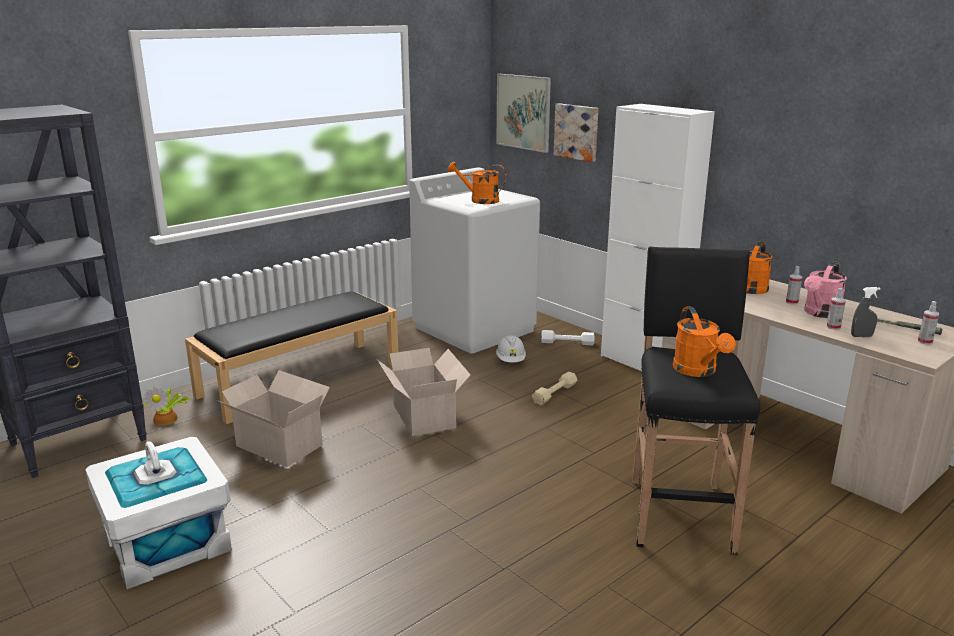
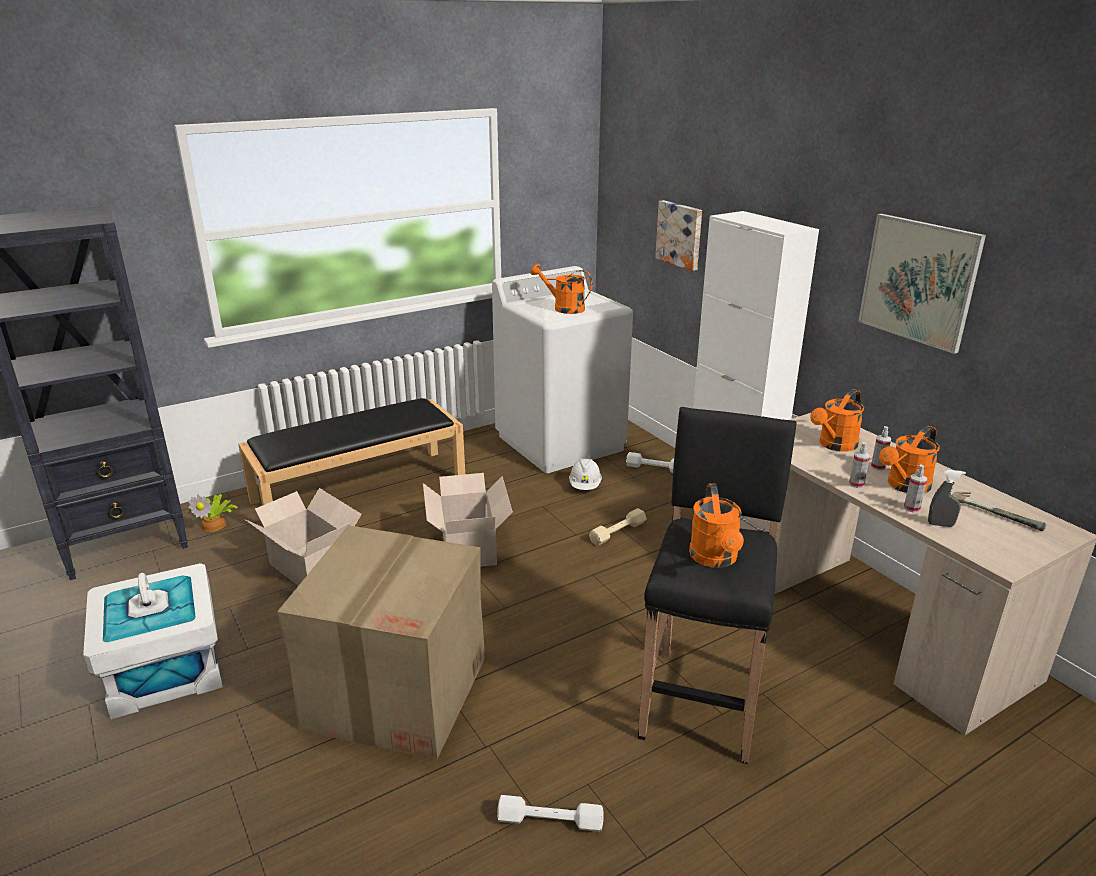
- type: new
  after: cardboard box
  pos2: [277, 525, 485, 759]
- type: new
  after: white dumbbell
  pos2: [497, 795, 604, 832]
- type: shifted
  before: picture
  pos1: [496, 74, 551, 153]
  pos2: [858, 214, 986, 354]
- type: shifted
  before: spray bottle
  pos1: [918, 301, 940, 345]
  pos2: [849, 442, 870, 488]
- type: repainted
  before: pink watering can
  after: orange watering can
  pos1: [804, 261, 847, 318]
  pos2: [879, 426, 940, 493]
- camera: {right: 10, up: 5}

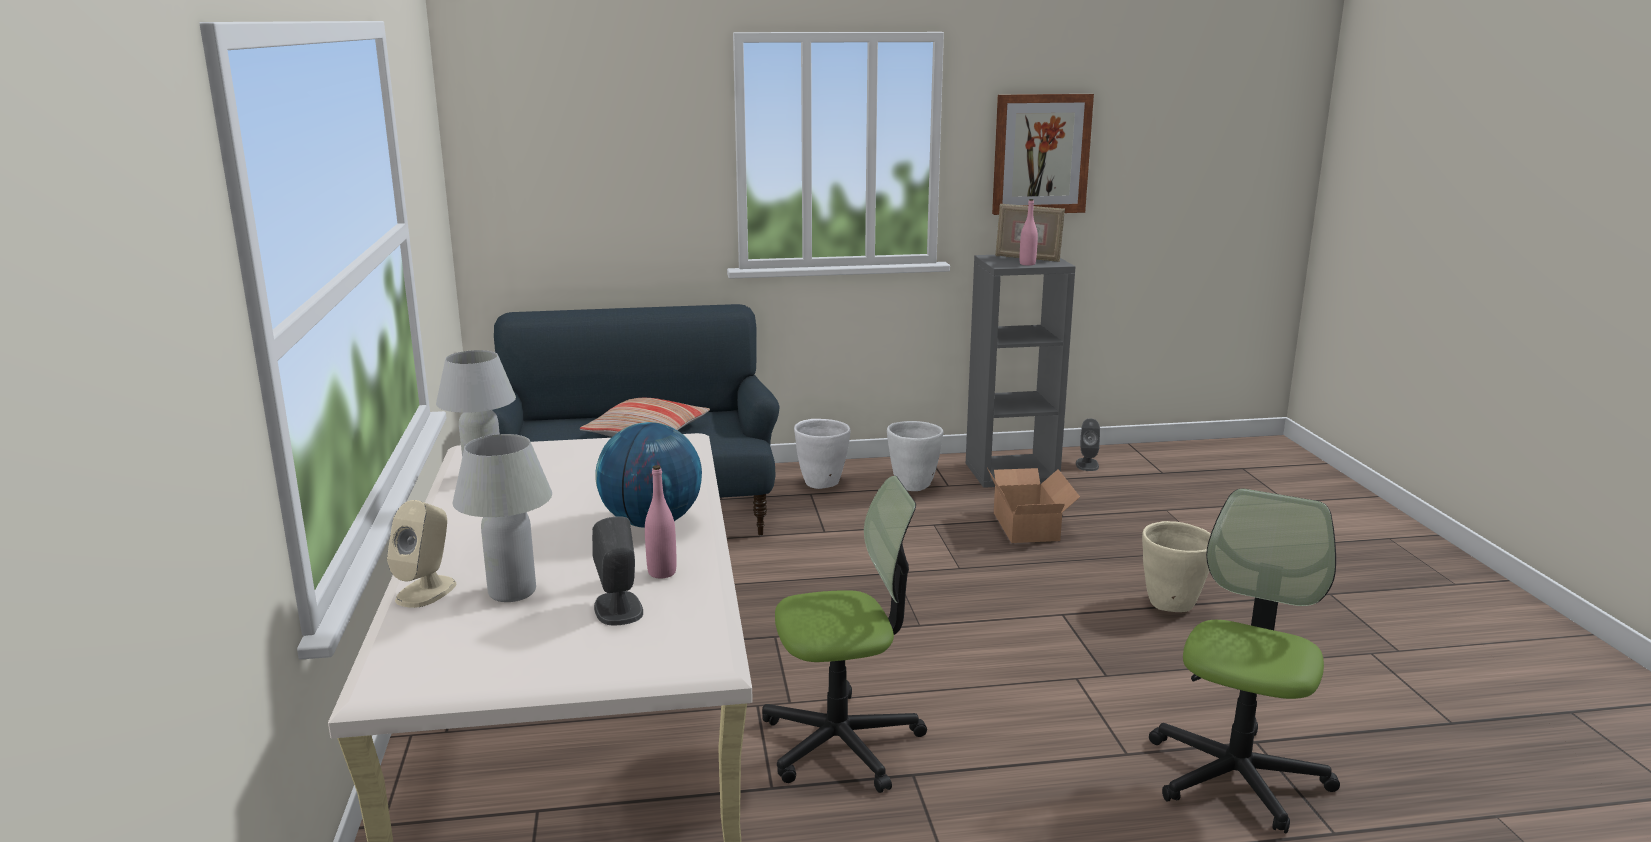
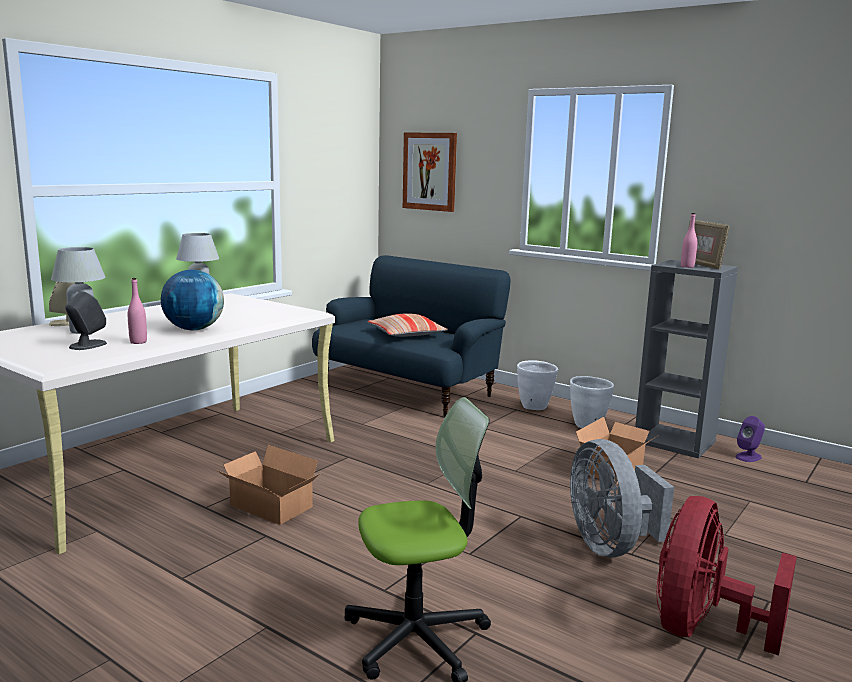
- type: new
  after: red fan
  pos2: [656, 496, 797, 656]
- type: shifted
  before: picture
  pos1: [992, 94, 1094, 215]
  pos2: [403, 133, 457, 212]
- type: swapped
  before: office chair
  after: cardboard box
  pos1: [762, 476, 927, 793]
  pos2: [218, 445, 319, 525]
- type: swapped
  before: beige planter
  after: grey fan
  pos1: [1142, 521, 1211, 612]
  pos2: [570, 439, 674, 558]
- type: repainted
  before: grey speaker
  after: purple speaker
  pos1: [1076, 419, 1100, 471]
  pos2: [736, 416, 765, 462]
- camera: {right: 45, up: -5}

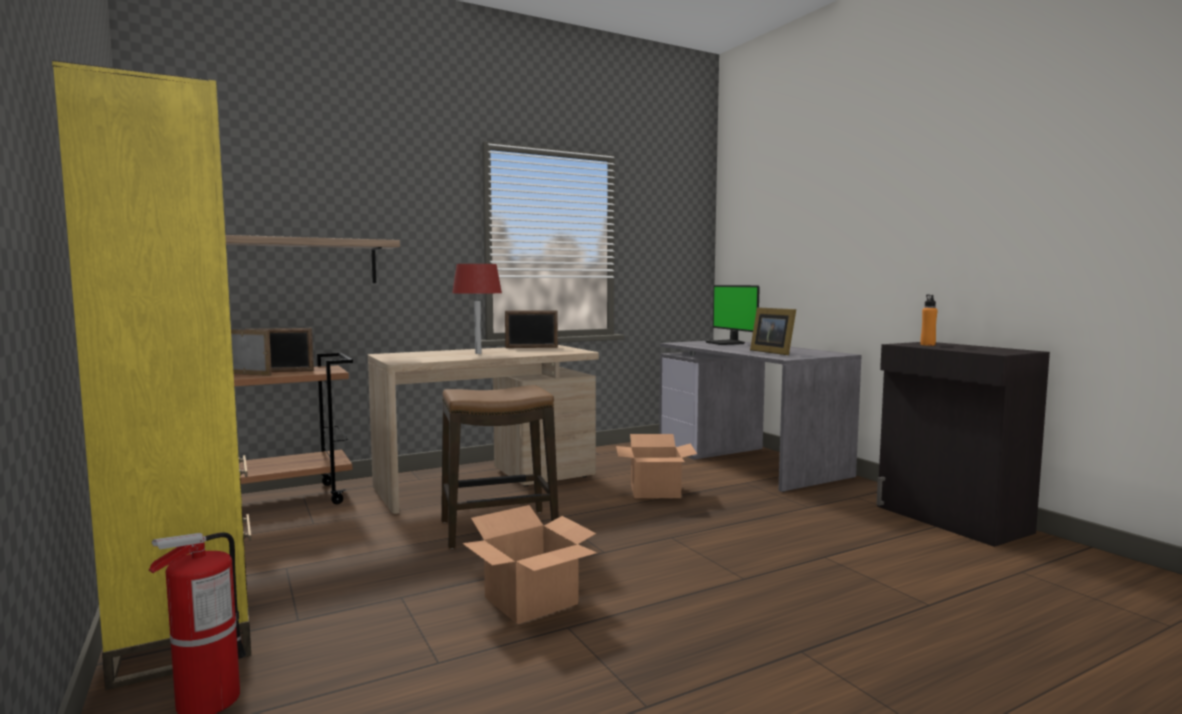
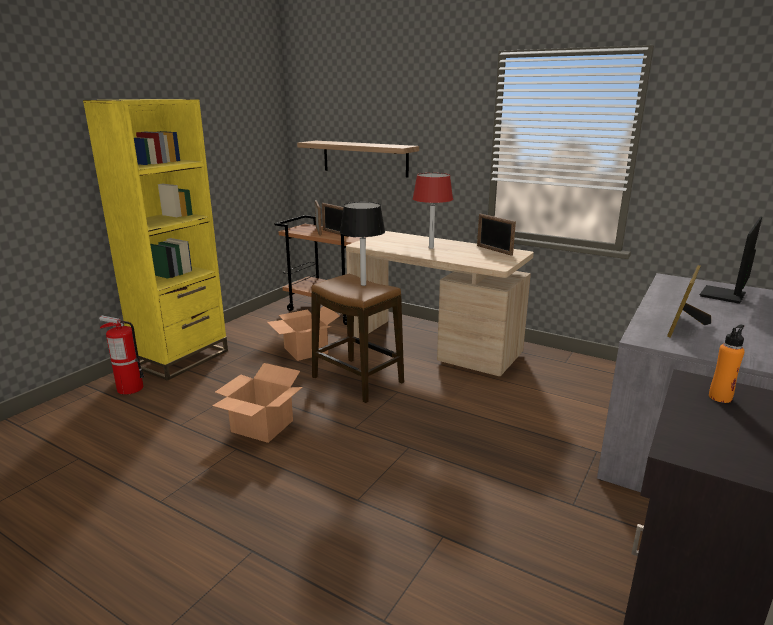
- type: new
  after: black table lamp
  pos2: [340, 202, 385, 286]
- type: shifted
  before: cardboard box
  pos1: [616, 434, 697, 498]
  pos2: [267, 306, 340, 361]
- camera: {right: 60, up: 15}

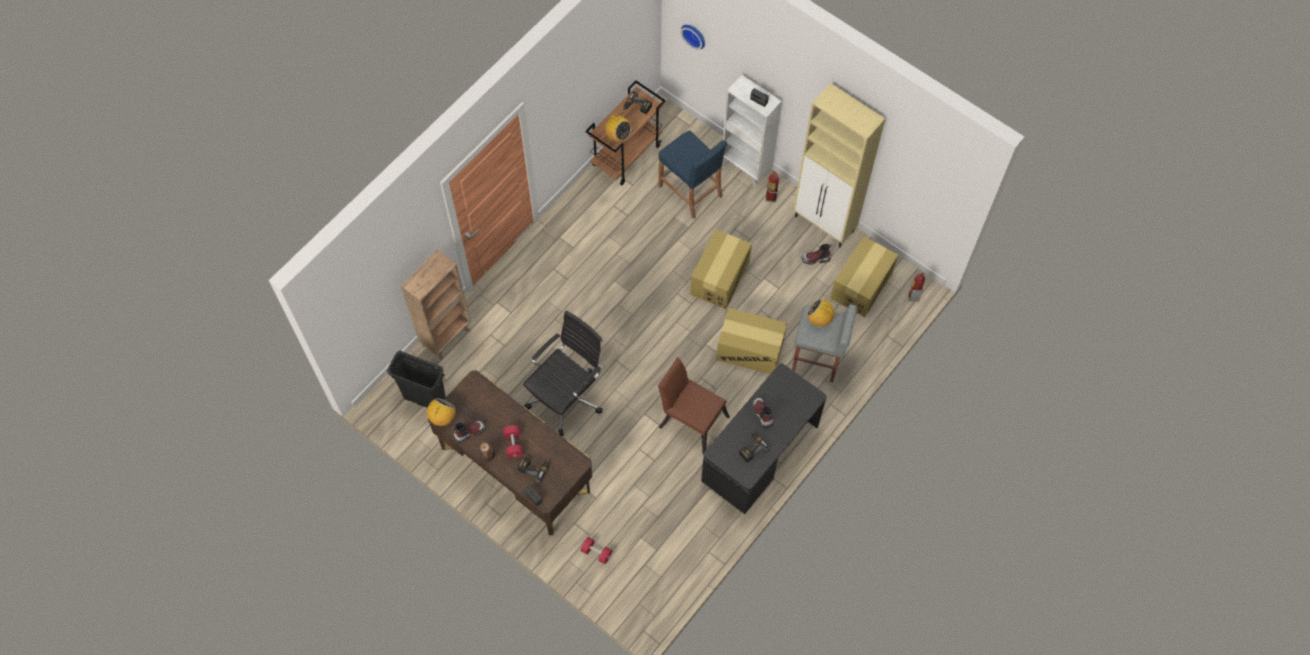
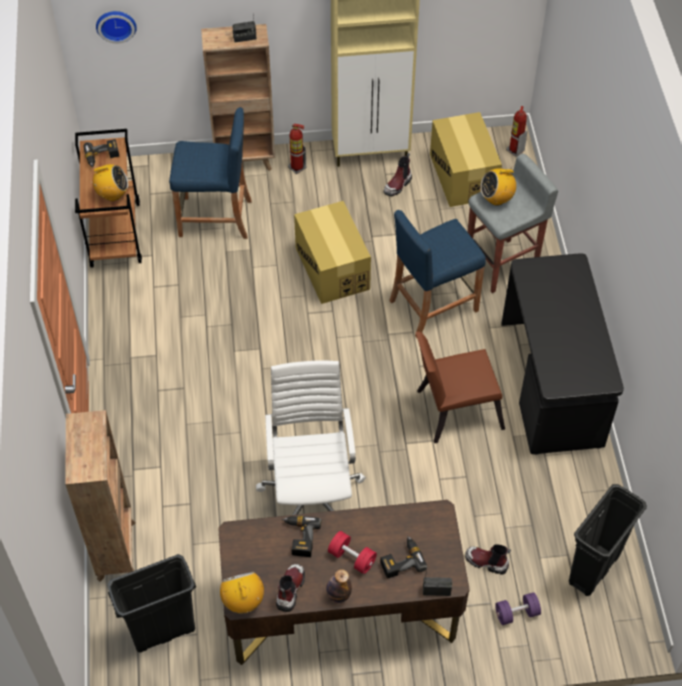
- type: new
  after: black trash can
  pos2: [569, 484, 647, 596]
- type: shifted
  before: power drill
  pos1: [739, 431, 770, 462]
  pos2: [281, 516, 321, 557]
- type: shifted
  before: boot
  pos1: [753, 398, 773, 428]
  pos2: [465, 544, 511, 575]
- type: swapped
  before: cardboard box
  after: blue stool
  pos1: [716, 308, 787, 374]
  pos2: [389, 210, 486, 338]
- type: repainted
  before: black office chair
  after: white office chair
  pos1: [523, 311, 602, 436]
  pos2: [256, 361, 366, 515]
- type: repainted
  before: red dumbbell
  after: purple dumbbell
  pos1: [580, 537, 612, 564]
  pos2: [495, 592, 541, 625]
- type: repainted
  before: white bookcase
  after: brown bookcase
  pos1: [723, 75, 782, 186]
  pos2: [201, 24, 275, 171]
- camera: {right: -45, up: -10}

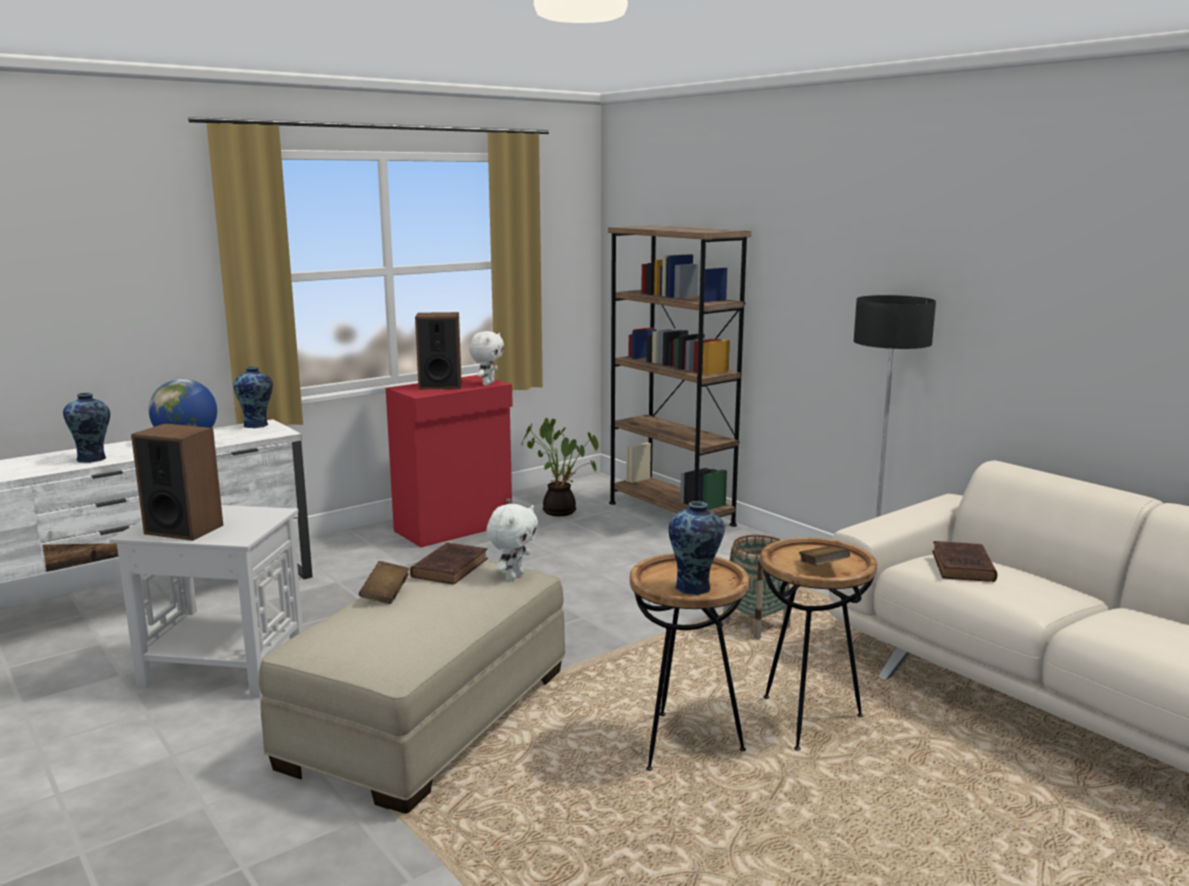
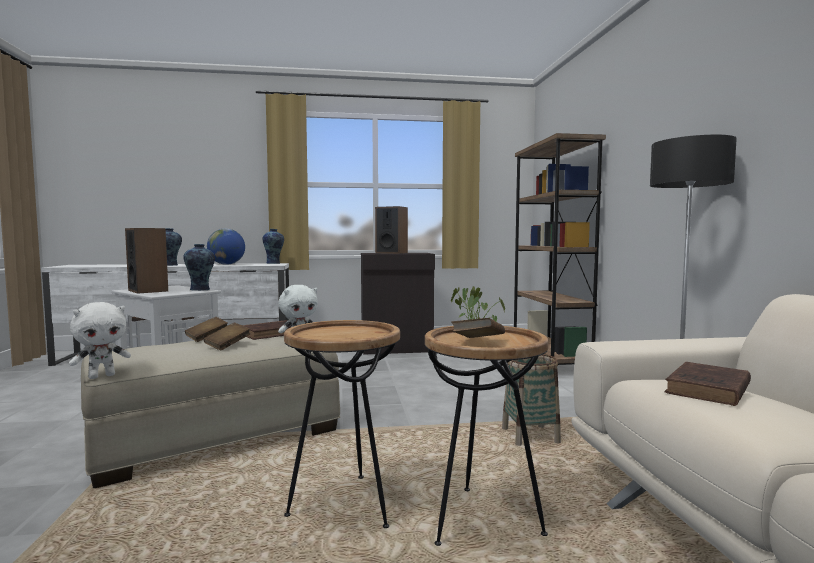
- type: new
  after: brown book
  pos2: [204, 323, 251, 350]
- type: shifted
  before: white plush toy
  pos1: [469, 331, 504, 385]
  pos2: [69, 302, 131, 379]
- type: shifted
  before: vase
  pos1: [669, 501, 725, 595]
  pos2: [183, 244, 215, 291]
- type: repainted
  before: red cabinet
  after: black cabinet
  pos1: [386, 375, 513, 547]
  pos2: [361, 253, 435, 355]
- camera: {right: 30, up: -10}

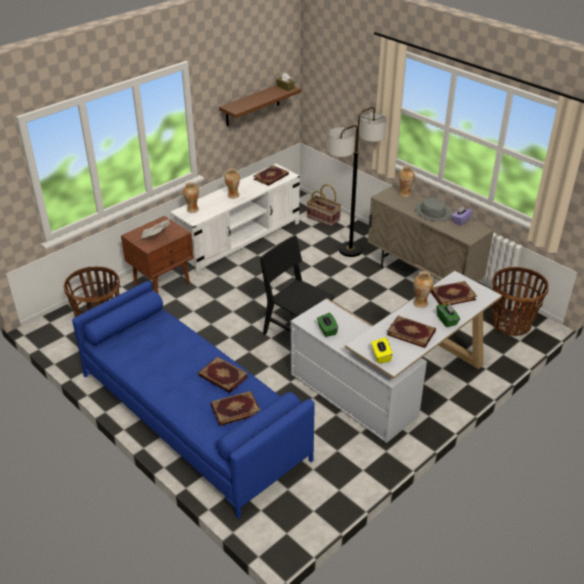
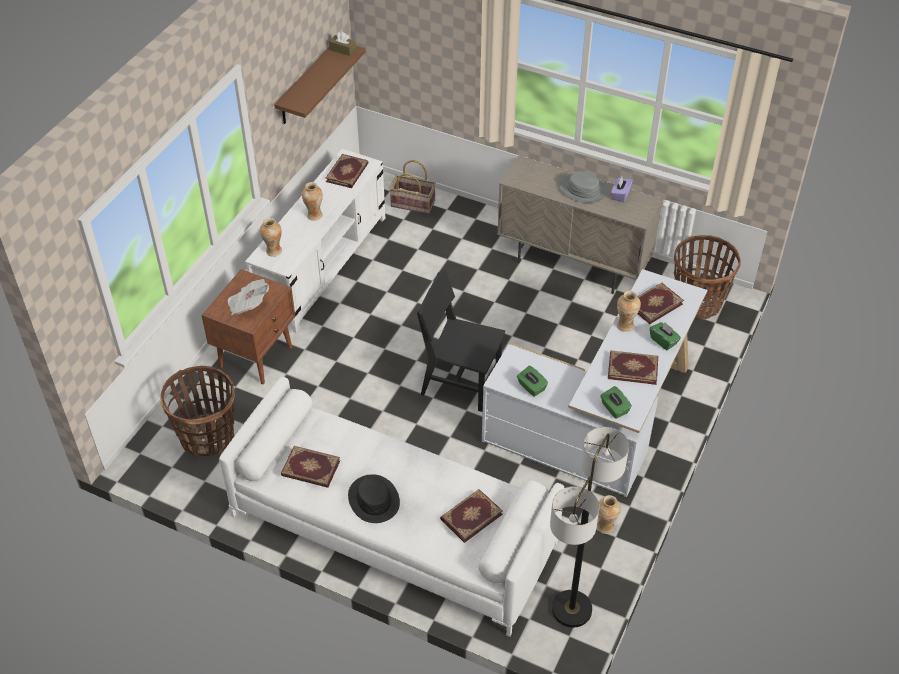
- type: new
  after: black hat
  pos2: [348, 474, 400, 523]
- type: shifted
  before: book
  pos1: [198, 357, 248, 393]
  pos2: [281, 446, 340, 488]
- type: shifted
  before: floor lamp
  pos1: [328, 107, 386, 257]
  pos2: [550, 427, 629, 628]
- type: shifted
  before: vase
  pos1: [399, 166, 415, 197]
  pos2: [597, 495, 621, 534]
- type: repainted
  before: blue sofa
  after: white sofa
  pos1: [72, 281, 315, 519]
  pos2: [219, 376, 564, 637]
- type: repainted
  before: yellow tissue box
  after: green tissue box
  pos1: [371, 337, 393, 363]
  pos2: [600, 386, 632, 419]
- camera: {right: -20, up: 10}

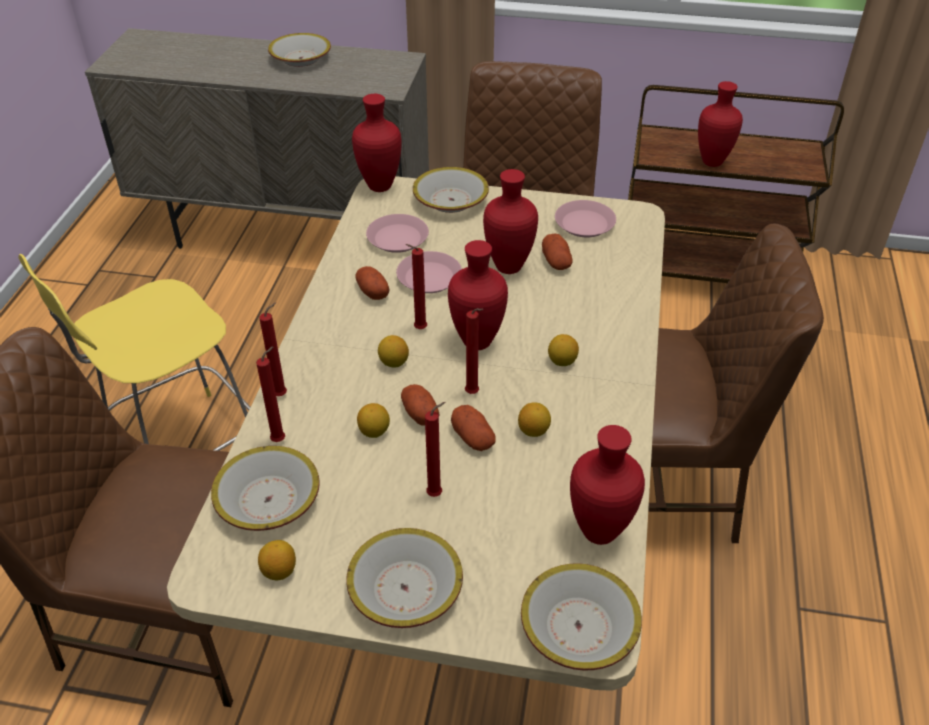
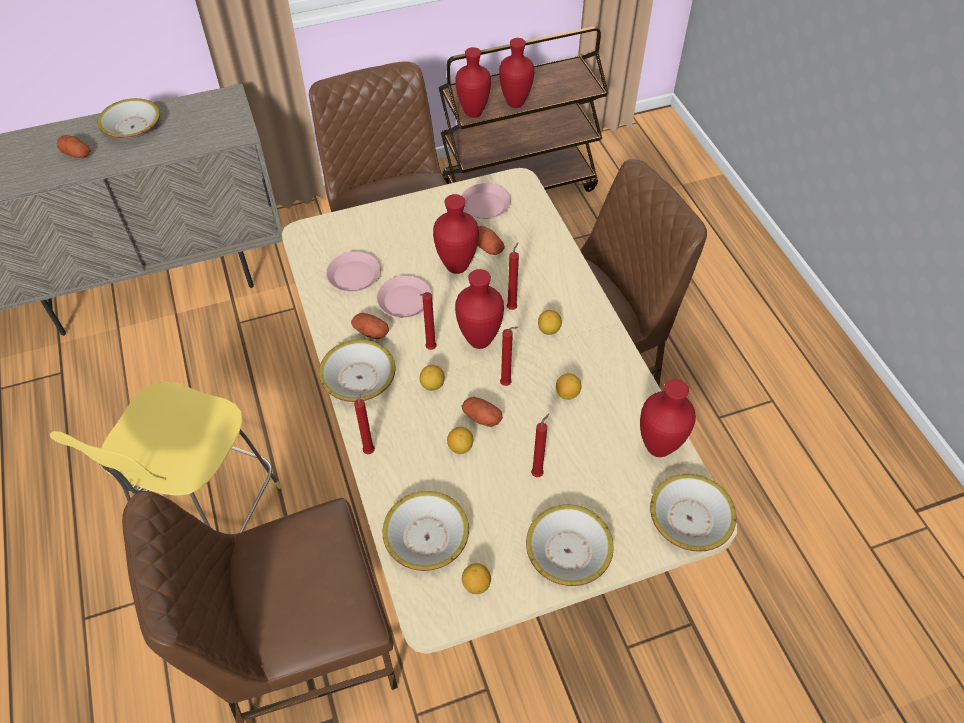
- type: shifted
  before: red candle
  pos1: [256, 346, 285, 442]
  pos2: [507, 242, 519, 310]
- type: shifted
  before: red vase
  pos1: [352, 94, 402, 192]
  pos2: [455, 47, 491, 118]
- type: shifted
  before: bowl
  pos1: [413, 167, 489, 213]
  pos2: [319, 339, 395, 402]
- type: shifted
  before: potato
  pos1: [451, 405, 496, 451]
  pos2: [57, 135, 91, 158]
- camera: {right: -30, up: 10}

